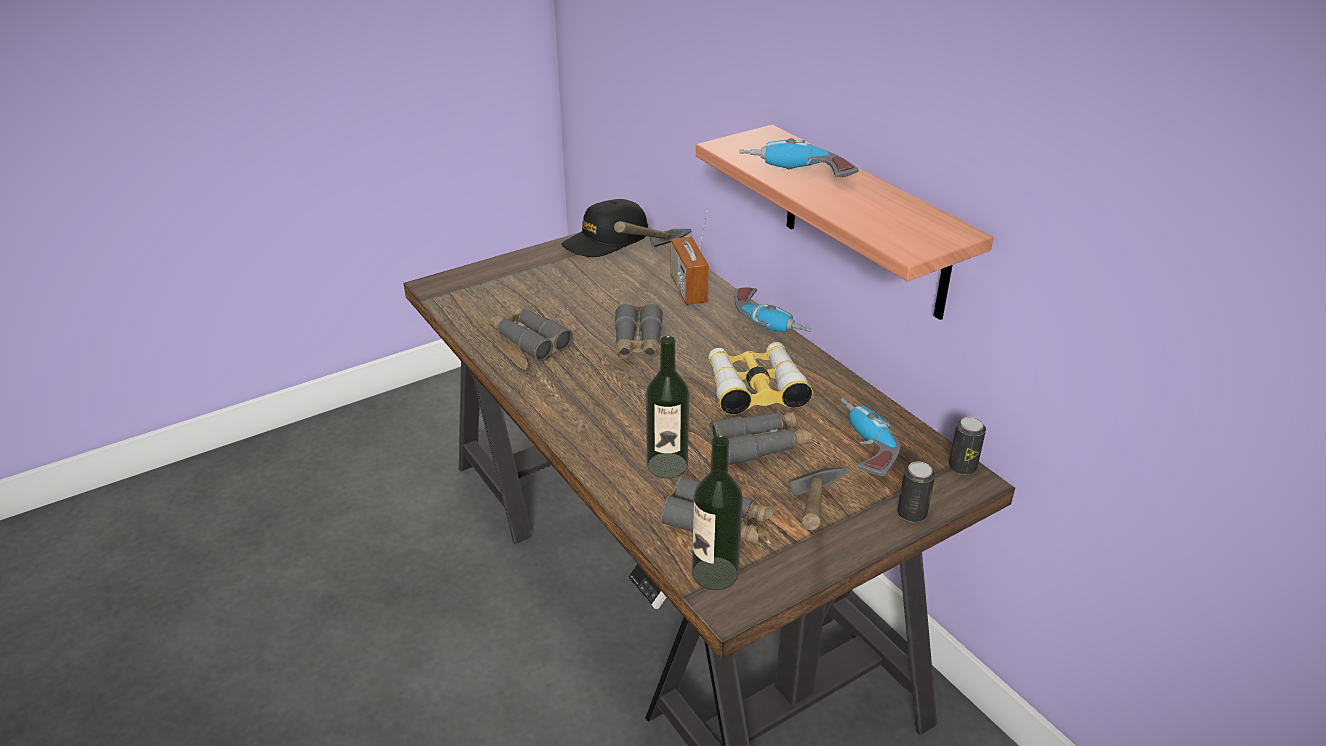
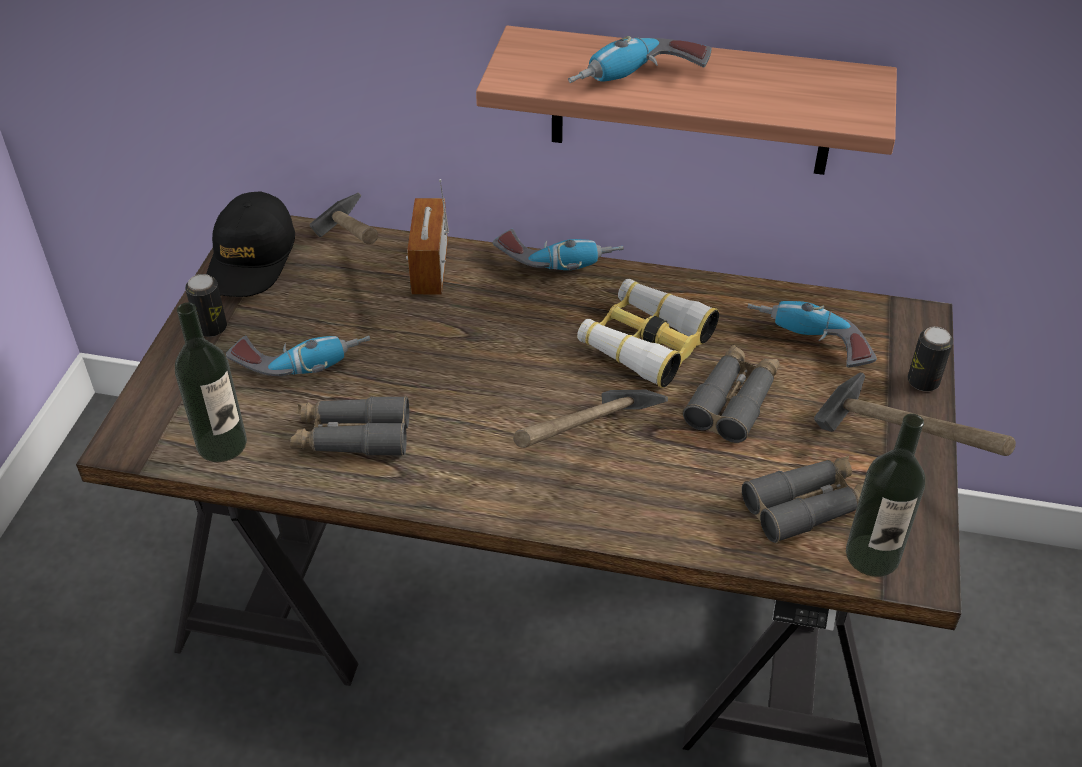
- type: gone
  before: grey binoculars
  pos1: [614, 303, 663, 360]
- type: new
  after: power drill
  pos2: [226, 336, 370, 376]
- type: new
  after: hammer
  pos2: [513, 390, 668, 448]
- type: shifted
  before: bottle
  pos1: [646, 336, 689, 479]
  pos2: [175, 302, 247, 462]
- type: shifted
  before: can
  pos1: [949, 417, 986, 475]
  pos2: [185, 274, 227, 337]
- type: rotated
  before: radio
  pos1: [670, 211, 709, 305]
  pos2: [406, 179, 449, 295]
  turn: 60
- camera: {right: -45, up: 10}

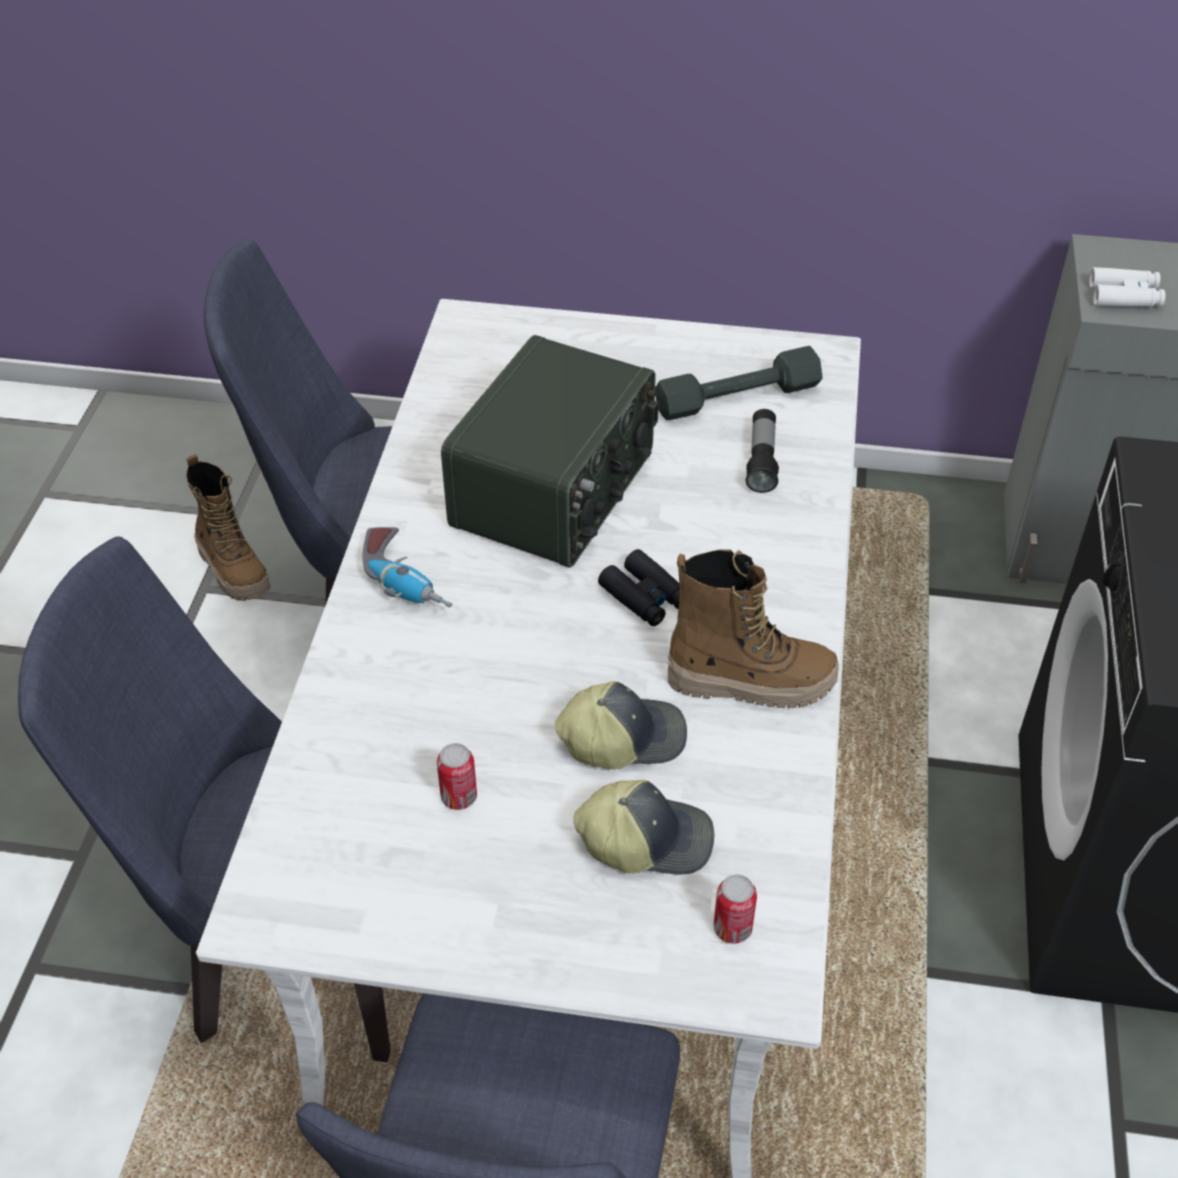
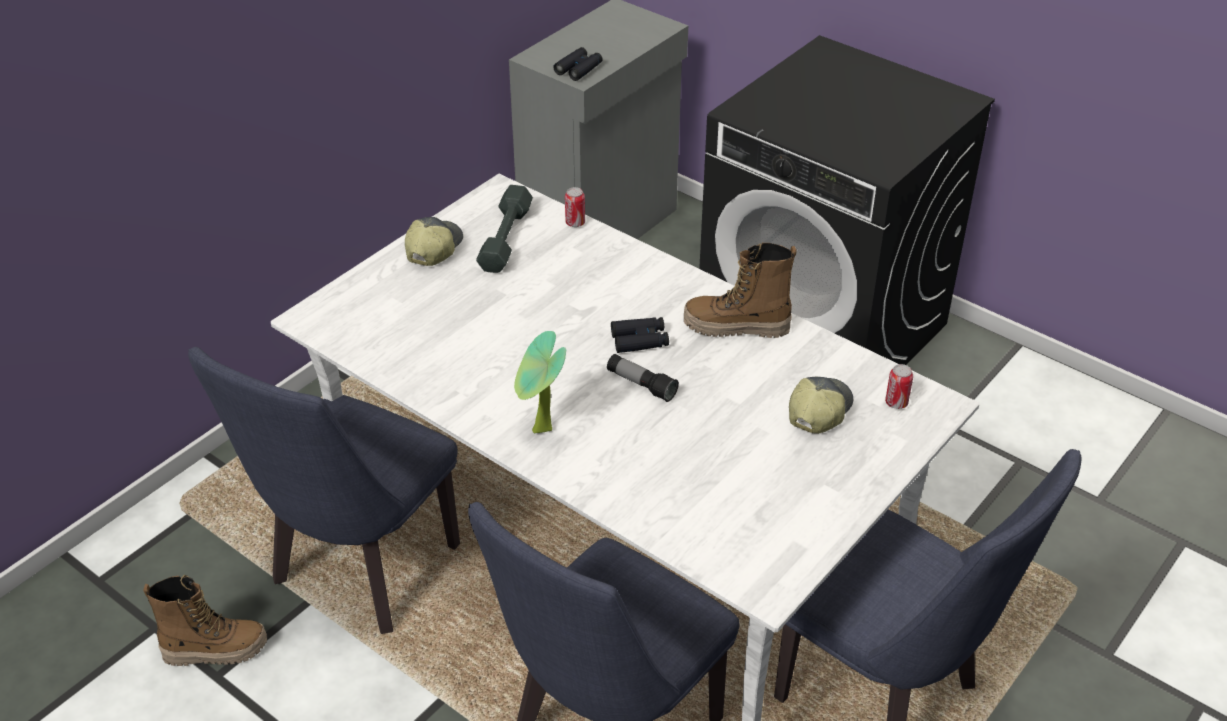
- type: gone
  before: radio
  pos1: [441, 335, 659, 568]
- type: shifted
  before: can
  pos1: [437, 743, 477, 810]
  pos2: [565, 187, 585, 227]
- type: shifted
  before: cap
  pos1: [555, 681, 687, 770]
  pos2: [405, 217, 463, 266]
- type: shifted
  before: flashlight
  pos1: [746, 409, 779, 493]
  pos2: [607, 354, 679, 402]
- type: swapped
  before: power drill
  after: potted plant
  pos1: [362, 527, 452, 608]
  pos2: [514, 331, 566, 433]
- type: repainted
  before: white binoculars
  after: black binoculars
  pos1: [1089, 267, 1165, 307]
  pos2: [553, 47, 602, 81]
- type: rotated
  before: boot
  pos1: [668, 549, 839, 708]
  pos2: [684, 243, 797, 338]
  turn: -120
- camera: {right: -60, up: -5}

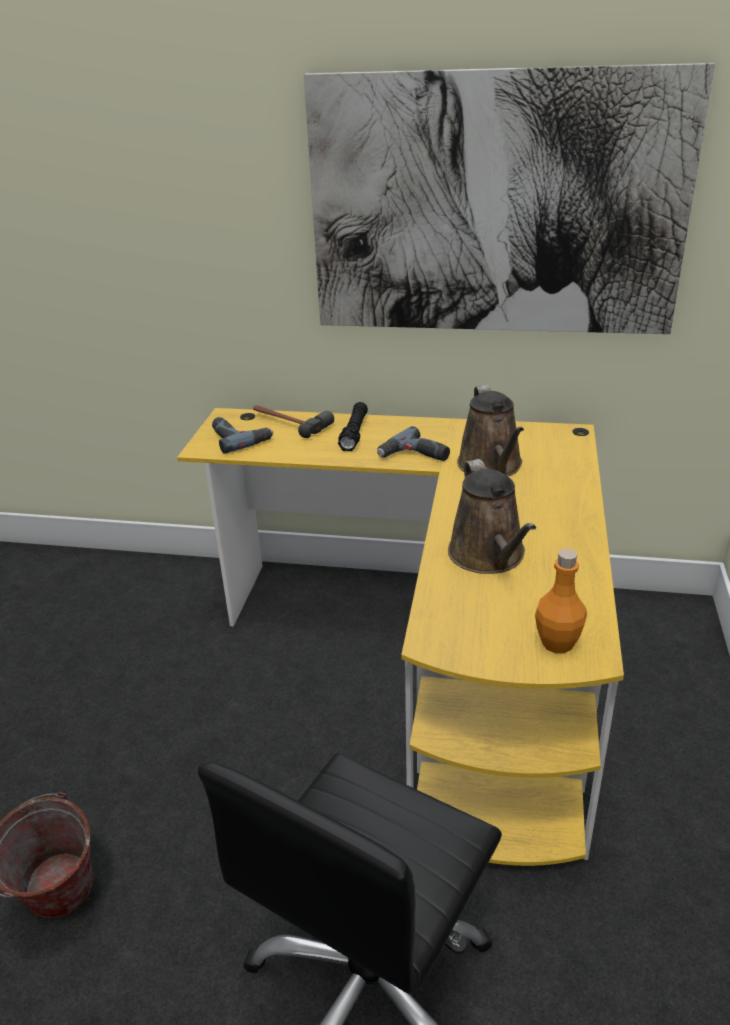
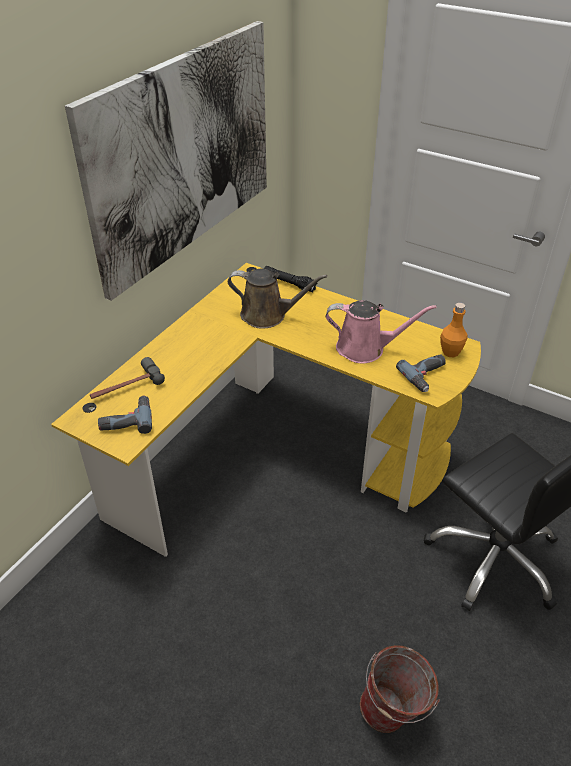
- type: shifted
  before: black flashlight
  pos1: [338, 402, 368, 451]
  pos2: [264, 266, 317, 292]
- type: shifted
  before: power drill
  pos1: [377, 426, 450, 461]
  pos2: [396, 354, 446, 392]
- type: repainted
  before: brown watering can
  after: pink watering can
  pos1: [448, 459, 536, 574]
  pos2: [326, 300, 436, 363]
- camera: {right: -70, up: 10}

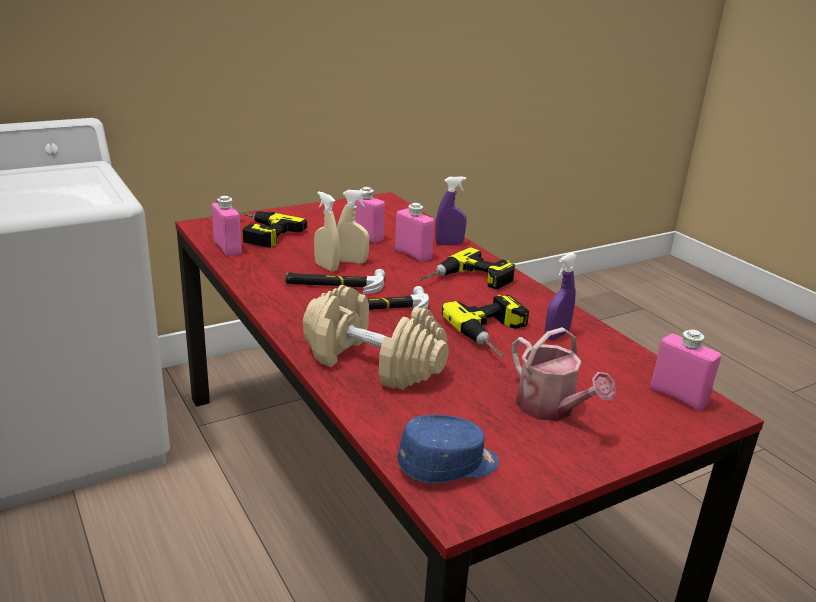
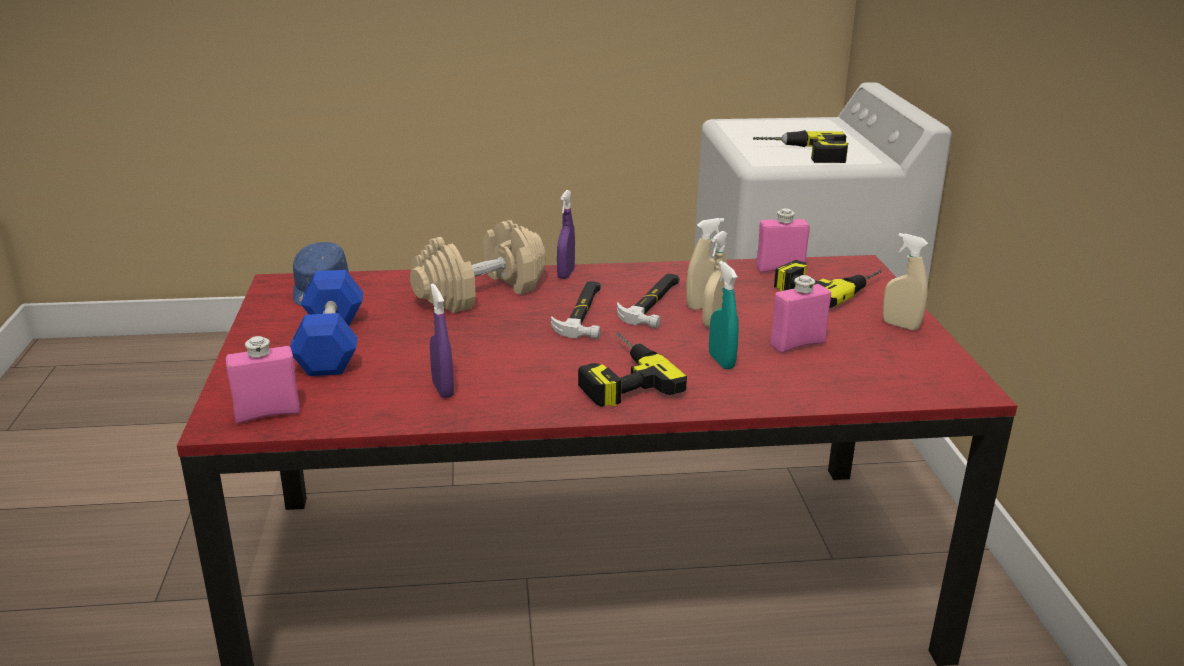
- type: new
  after: beige spray bottle
  pos2: [883, 233, 928, 331]
- type: shifted
  before: purple spray bottle
  pos1: [435, 176, 467, 245]
  pos2: [557, 190, 575, 279]
- type: shifted
  before: power drill
  pos1: [442, 295, 529, 358]
  pos2: [753, 130, 848, 163]
- type: swapped
  before: pink bottle
  after: turquoise spray bottle
  pos1: [395, 203, 434, 262]
  pos2: [709, 261, 739, 369]
- type: swapped
  before: watering can
  after: blue dumbbell
  pos1: [511, 327, 616, 421]
  pos2: [290, 270, 363, 376]
- camera: {right: 115, up: 0}

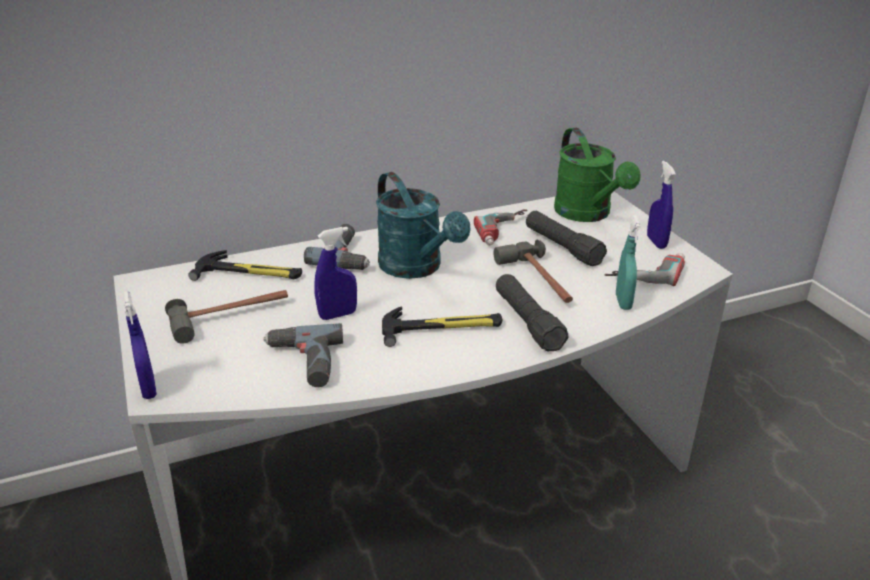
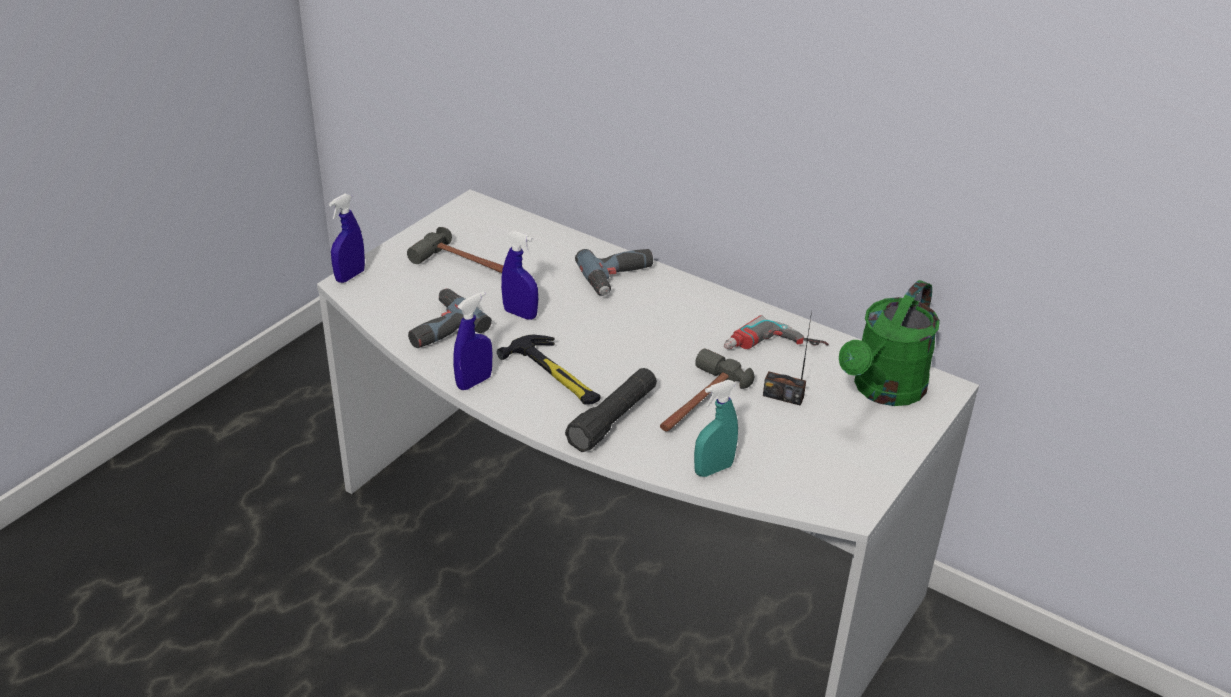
- type: gone
  before: hammer
  pos1: [188, 250, 302, 281]
- type: gone
  before: turquoise watering can
  pos1: [376, 172, 470, 279]
- type: gone
  before: power drill
  pos1: [604, 253, 685, 286]
- type: shifted
  before: blue spray bottle
  pos1: [647, 161, 676, 249]
  pos2: [453, 292, 492, 390]
- type: swapped
  before: black flashlight
  after: radio
  pos1: [526, 211, 607, 266]
  pos2: [763, 311, 812, 406]
- camera: {right: 55, up: 5}

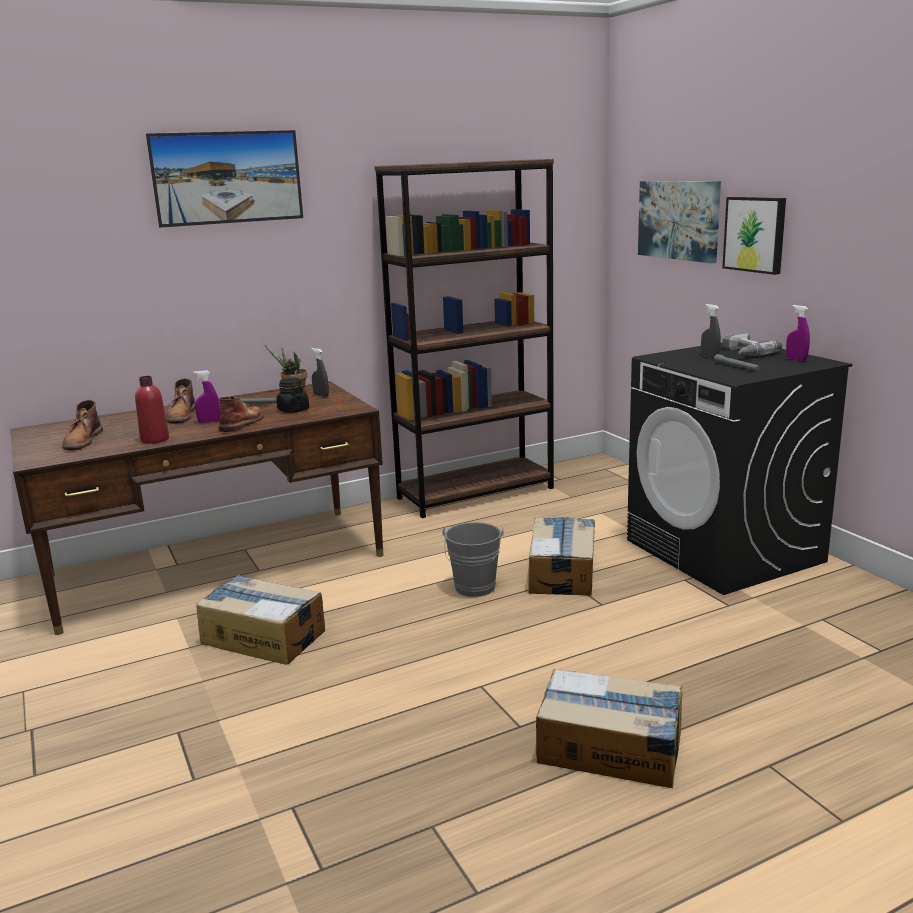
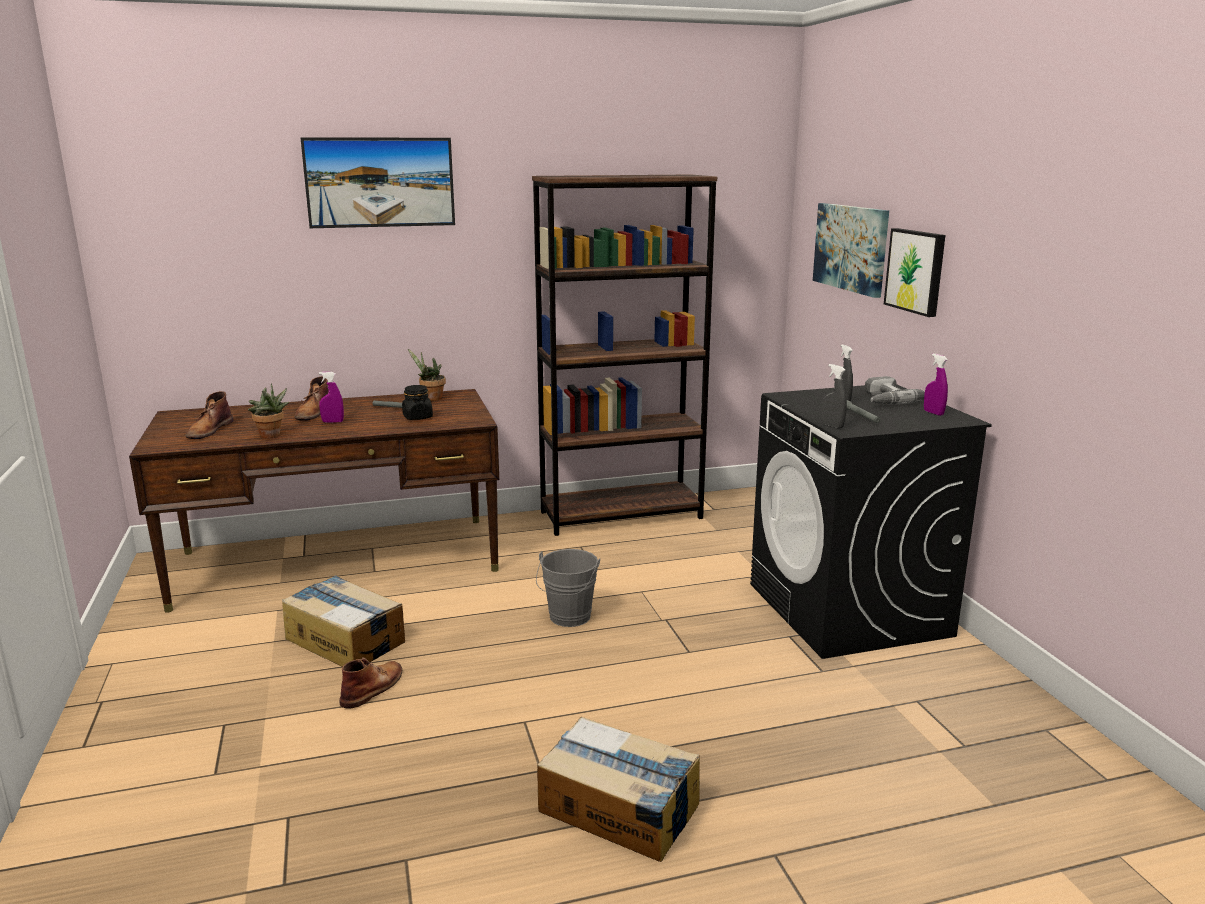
- type: gone
  before: cardboard box
  pos1: [528, 517, 595, 596]
- type: shifted
  before: brown boot
  pos1: [219, 396, 264, 432]
  pos2: [339, 657, 402, 709]
- type: shifted
  before: grey spray bottle
  pos1: [311, 348, 329, 397]
  pos2: [822, 364, 847, 429]
- type: swapped
  before: red bottle
  after: potted plant
  pos1: [135, 376, 169, 444]
  pos2: [248, 383, 289, 438]
- camera: {right: 10, up: 0}

